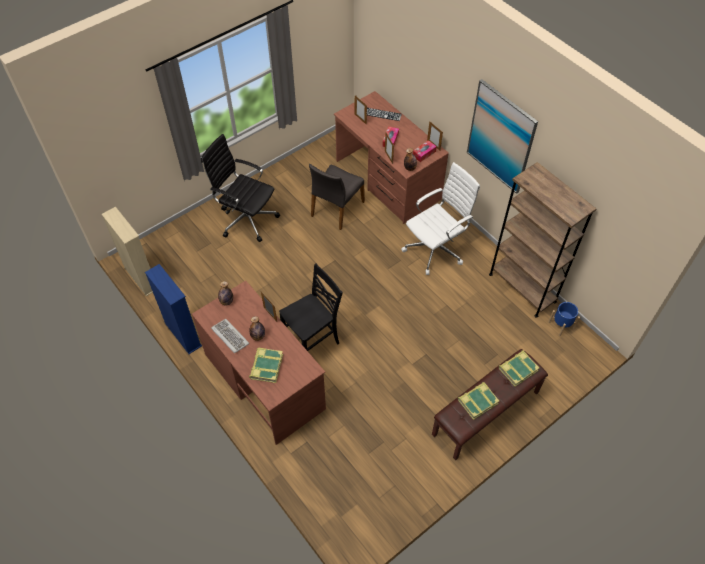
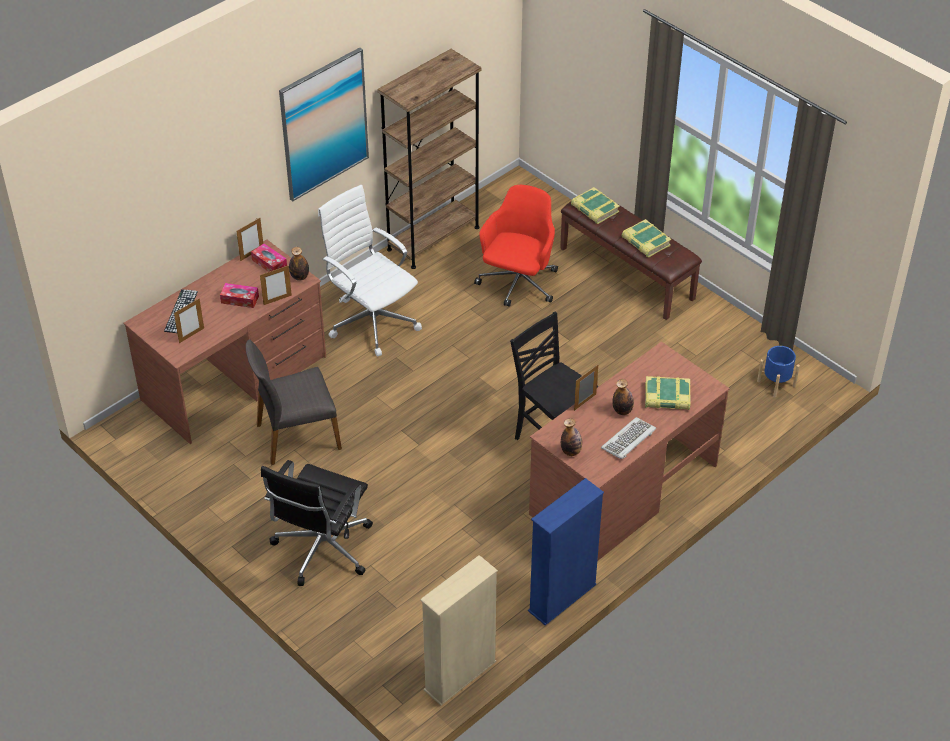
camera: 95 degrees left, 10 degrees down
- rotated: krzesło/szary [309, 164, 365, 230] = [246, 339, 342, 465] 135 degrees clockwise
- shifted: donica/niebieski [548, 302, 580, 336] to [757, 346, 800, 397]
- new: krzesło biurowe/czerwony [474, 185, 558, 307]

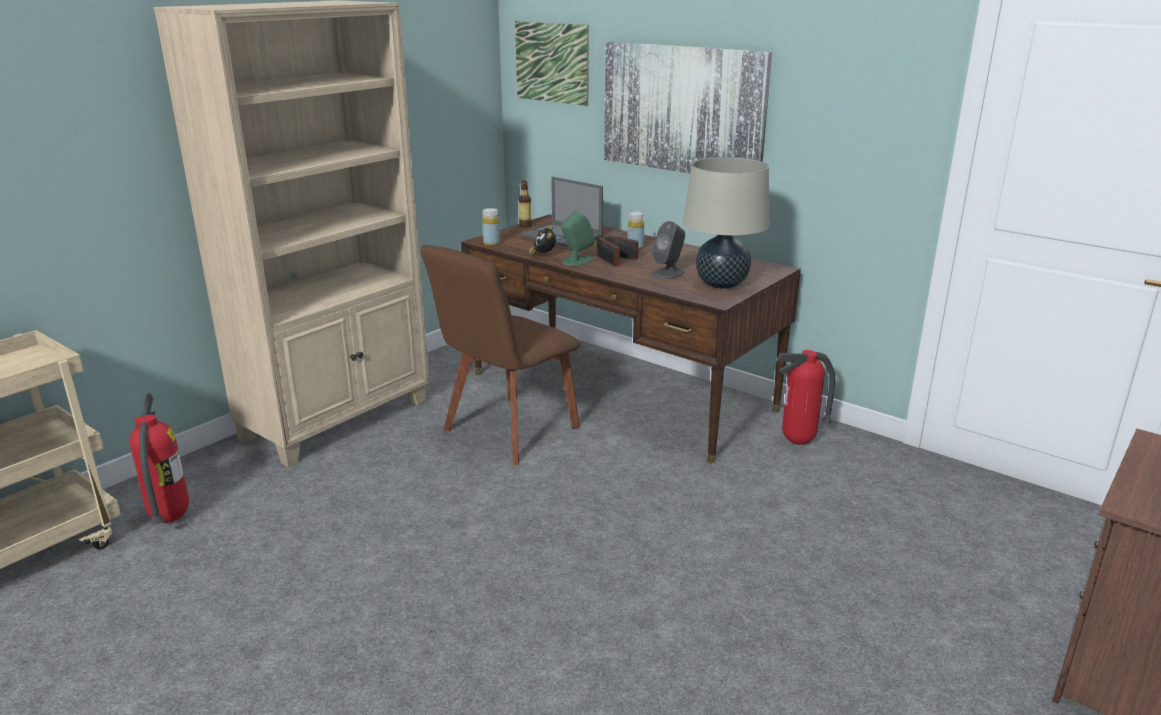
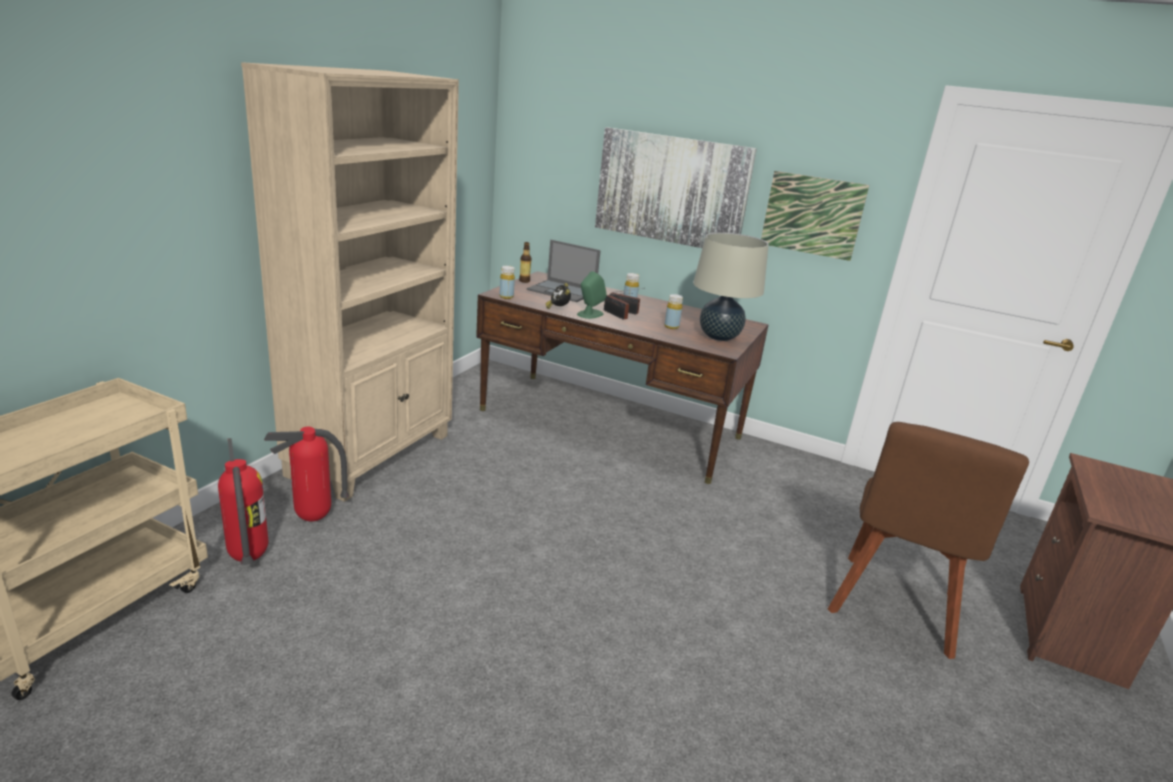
camera: 15 degrees left, 0 degrees up
- shifted: obraz [515, 21, 589, 106] to [761, 171, 869, 261]
- swapped: głośnik/szary [652, 221, 685, 279] to butelka/żółty [664, 294, 683, 329]
- shifted: krzesło/brązowy [420, 245, 580, 465] to [828, 422, 1029, 659]
- shifted: gaśnica [776, 350, 835, 445] to [264, 427, 349, 521]

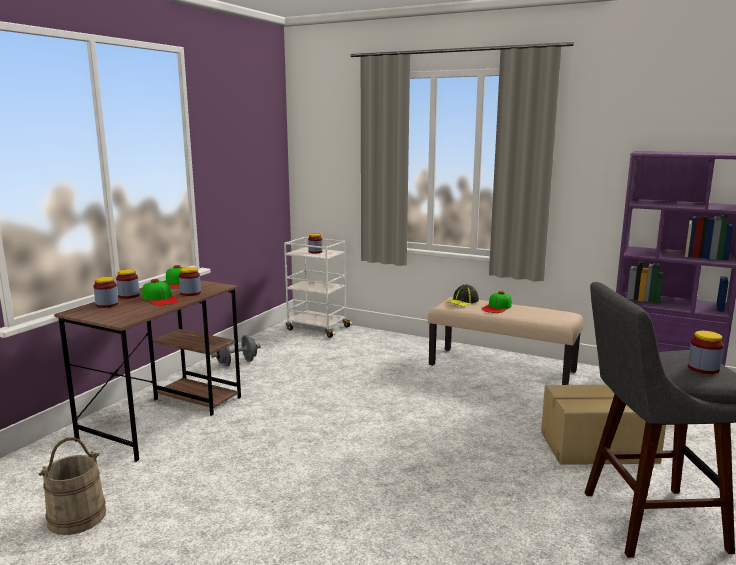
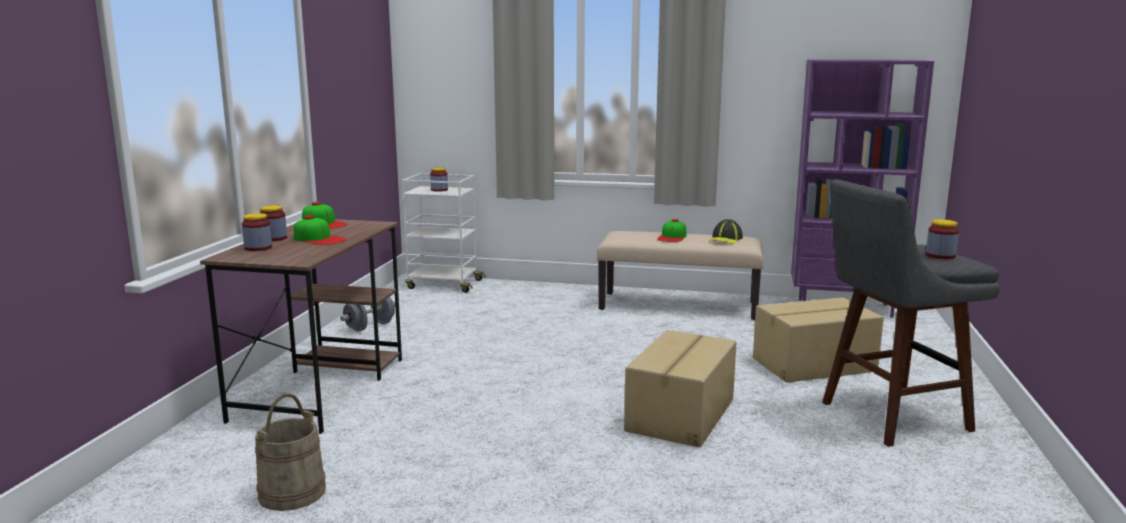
camera: 15 degrees left, 0 degrees up
- gone: słoik [179, 267, 201, 296]
- shifted: czapka z daszkiem [446, 285, 479, 307] to [710, 219, 743, 244]
- new: karton [624, 330, 737, 448]

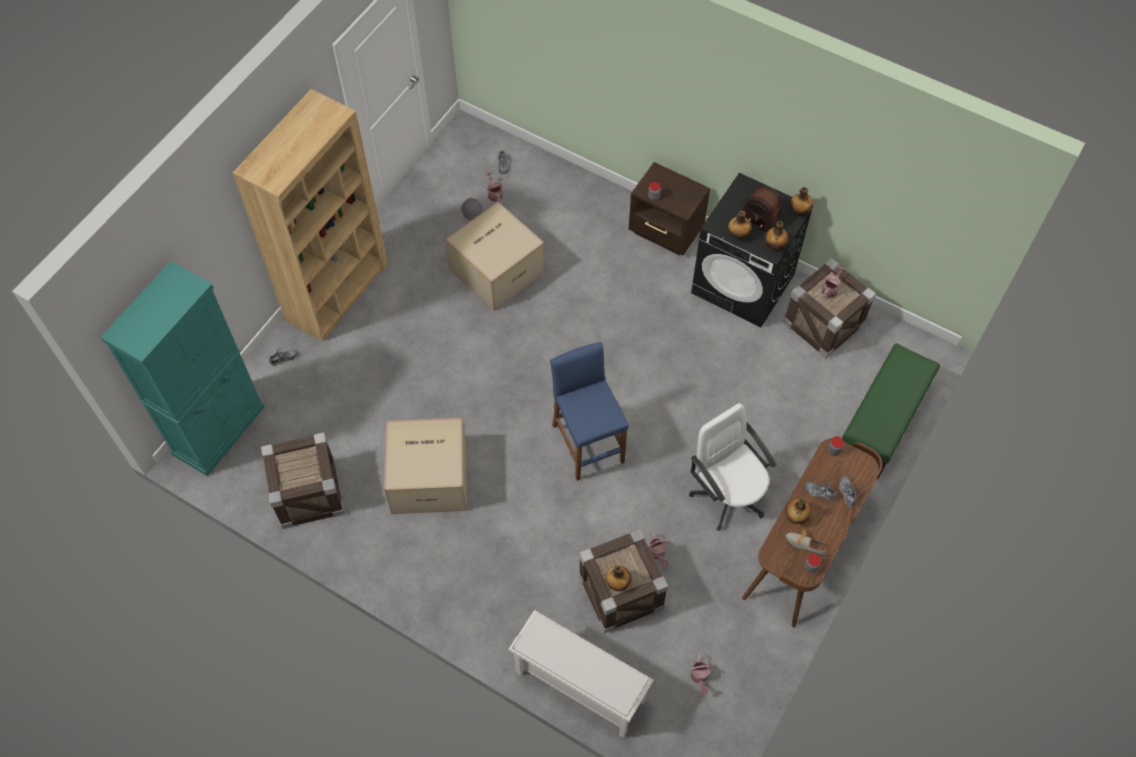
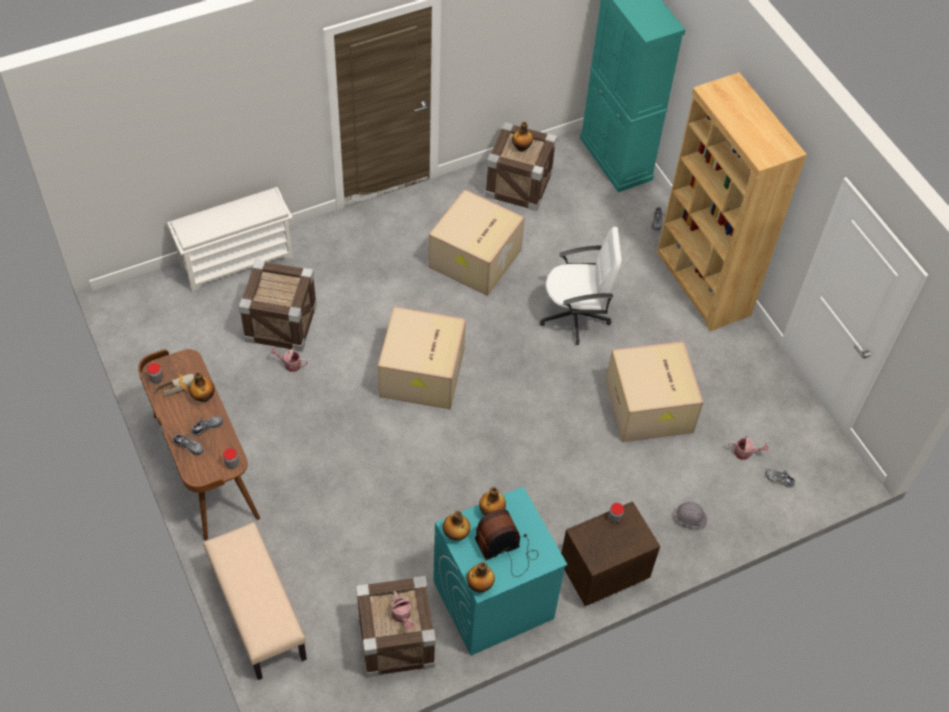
camera: 120 degrees right, 5 degrees down
- repainted: pralka/czarny [691, 173, 812, 327] to pralka/turkusowy [433, 487, 568, 656]
- shifted: kask/szary [461, 198, 483, 222] to [674, 502, 707, 529]
- swapped: stołek/niebieski [550, 342, 628, 481] to karton [378, 307, 466, 409]
- repainted: ławka/zielony [842, 343, 940, 479] to ławka/beżowy [203, 522, 307, 680]
- shifted: krzesło biurowe/biały [689, 403, 777, 531] to [540, 227, 622, 345]
- shifted: butelka [605, 566, 631, 591] to [512, 122, 533, 152]
- gone: konewka [690, 653, 711, 694]

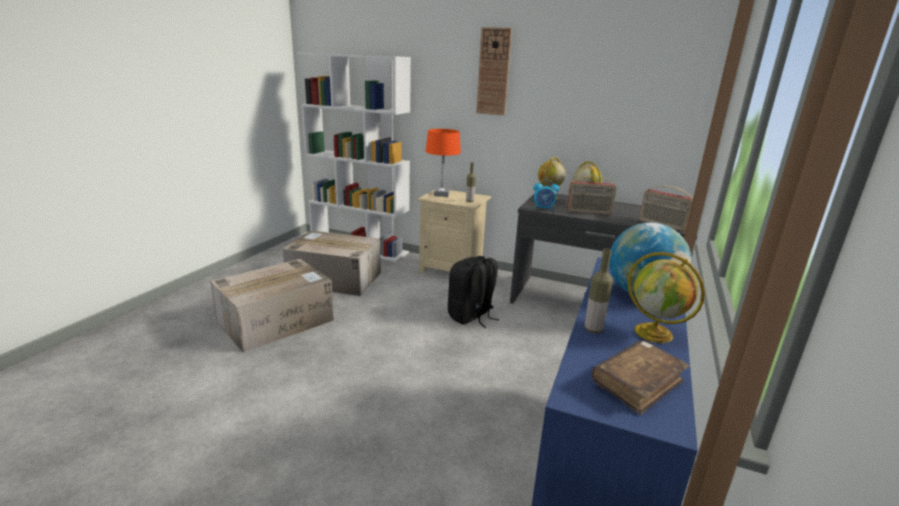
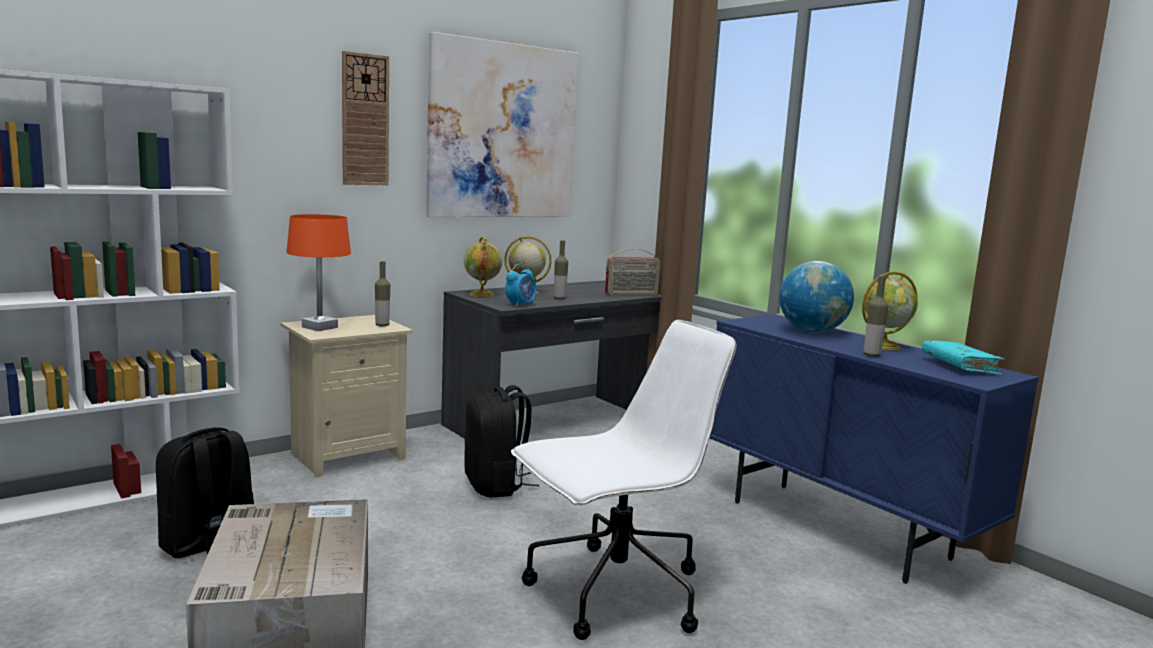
camera: 60 degrees left, 10 degrees down
- swapped: radio [567, 175, 617, 215] to butelka [554, 240, 568, 300]
- swapped: karton [283, 230, 381, 296] to plecak/czarny [156, 427, 254, 558]
- repainted: książka/brązowy [592, 340, 689, 415] to książka/turkusowy [922, 340, 1005, 375]
- new: obraz [426, 32, 578, 217]
- new: krzesło biurowe/biały [511, 320, 736, 640]

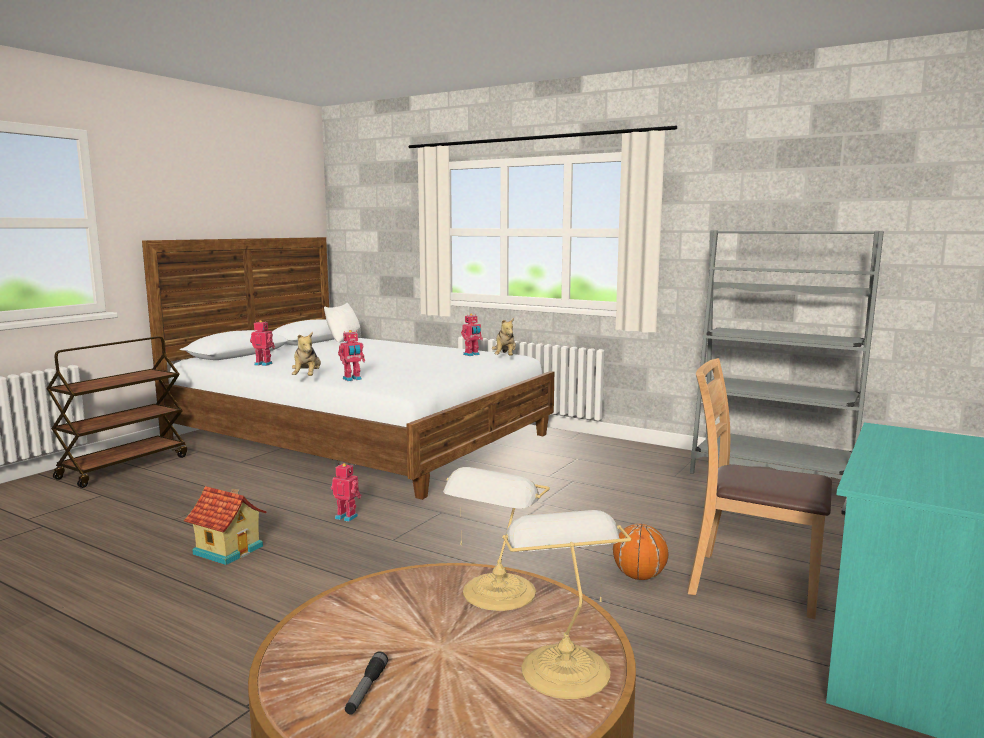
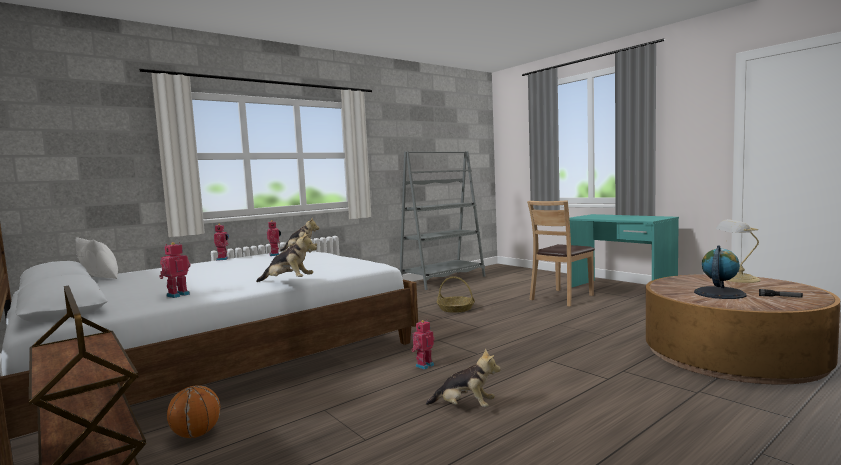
camera: 70 degrees left, 5 degrees down
- shifted: robot zabawkowy [338, 330, 365, 381] to [214, 224, 229, 261]
- gone: lampa stołowa [443, 467, 550, 611]
- swapped: domek [184, 486, 267, 565] to pluszak [426, 349, 501, 407]
- shifted: piłka do koszykówki [613, 524, 669, 580] to [167, 385, 221, 438]
- new: globus [694, 245, 747, 299]
- new: koszyk [437, 276, 475, 313]

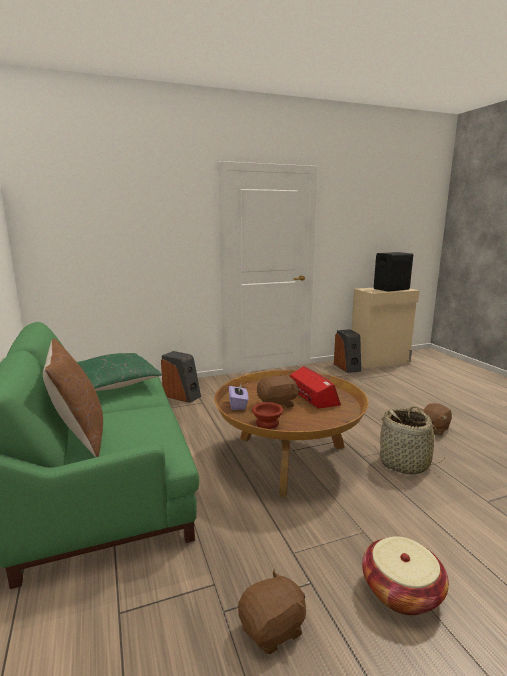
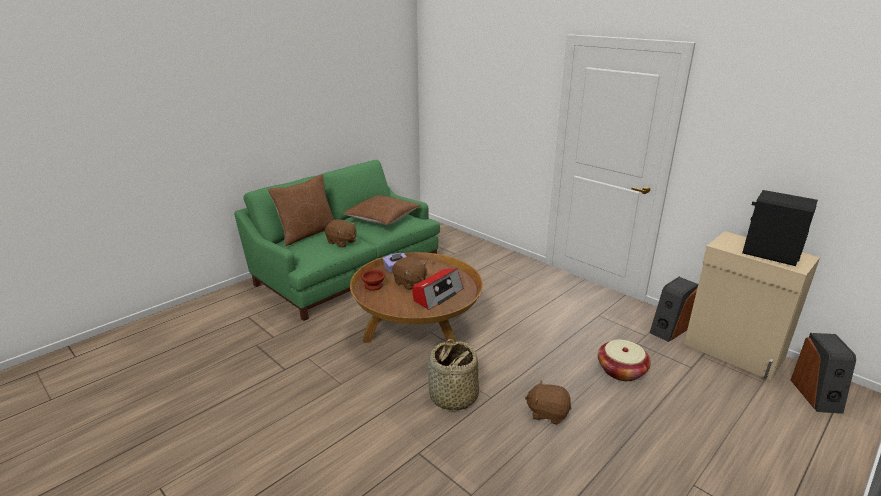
camera: 65 degrees right, 10 degrees up
- shifted: głośnik [161, 351, 201, 403] to [791, 333, 856, 414]
- repainted: poduszka/zielony [77, 353, 163, 391] to poduszka/brązowy [343, 195, 420, 225]
- shifted: koszyk [362, 536, 449, 615] to [598, 340, 651, 381]
- shifted: pluszak/brązowy [238, 569, 306, 654] to [325, 219, 357, 247]

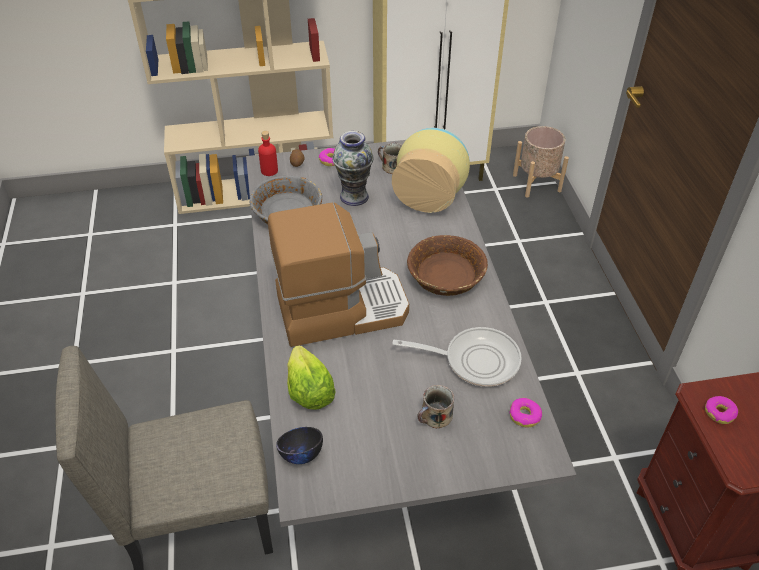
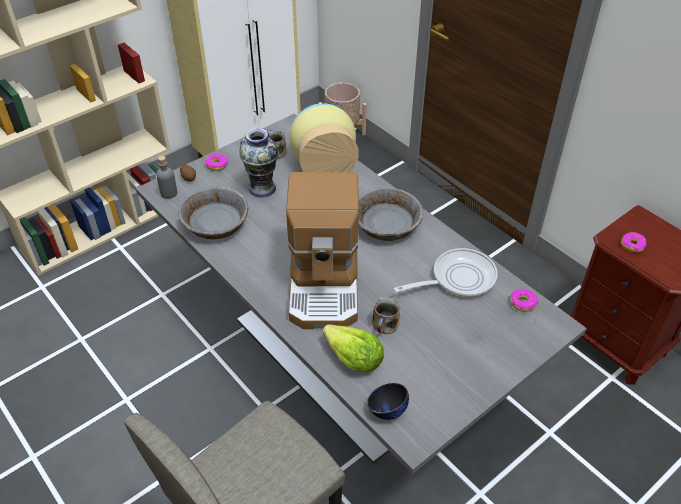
camera: 30 degrees left, 0 degrees up
- repainted: butelka/czerwony [258, 131, 278, 176] to butelka/szary [156, 156, 177, 199]
- rotated: ekspres do kawy [268, 203, 409, 347] = [286, 172, 359, 329] 135 degrees clockwise
- repainted: miska/brązowy [407, 235, 488, 296] to miska/szary [359, 188, 423, 241]
- shifted: kubek [418, 385, 454, 428] to [372, 297, 400, 334]

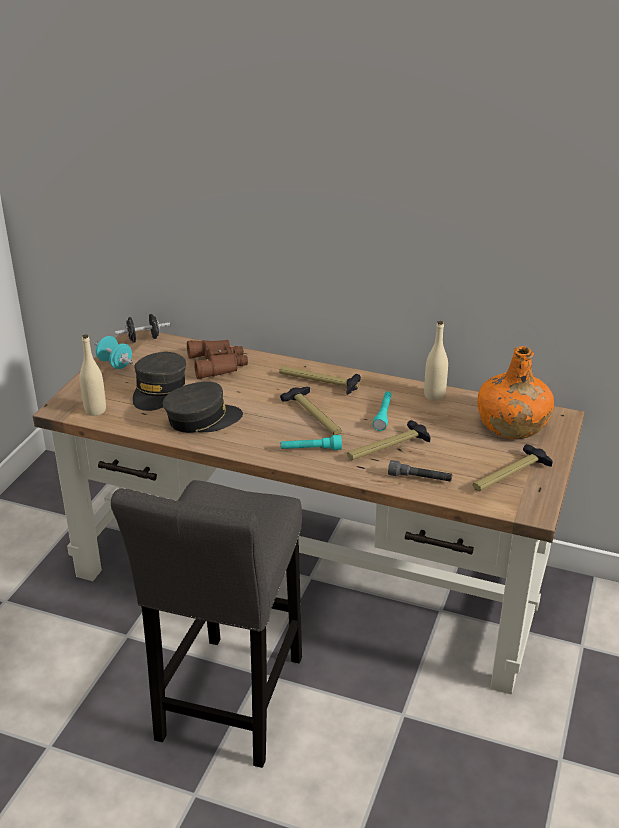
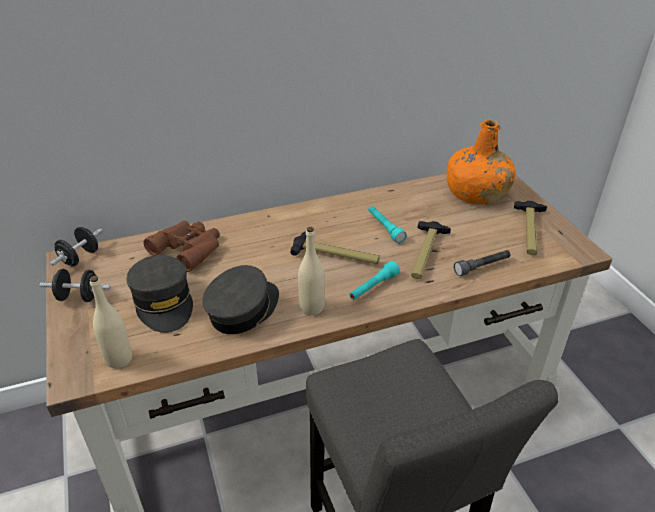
camera: 40 degrees left, 5 degrees up
- shifted: butelka/beżowy [424, 321, 448, 401] to [298, 227, 325, 315]
- repainted: hantel/turkusowy [94, 336, 133, 369] to hantel/czarny [40, 269, 110, 302]
- gone: młotek [279, 366, 361, 395]

